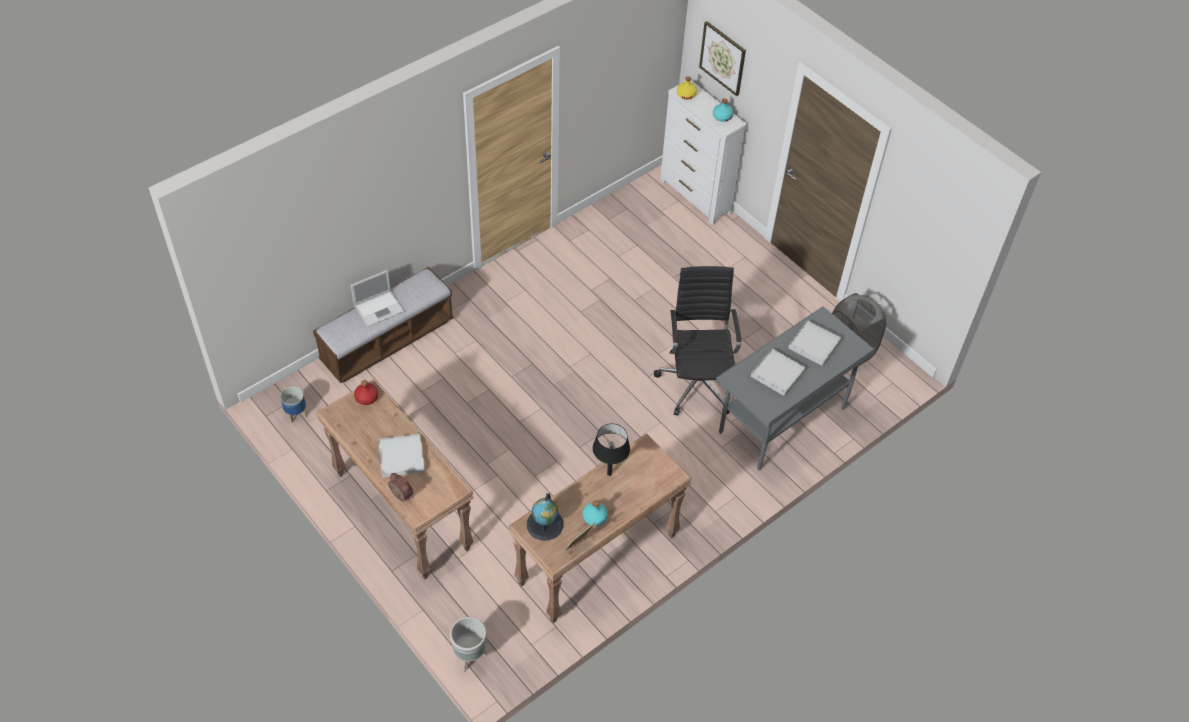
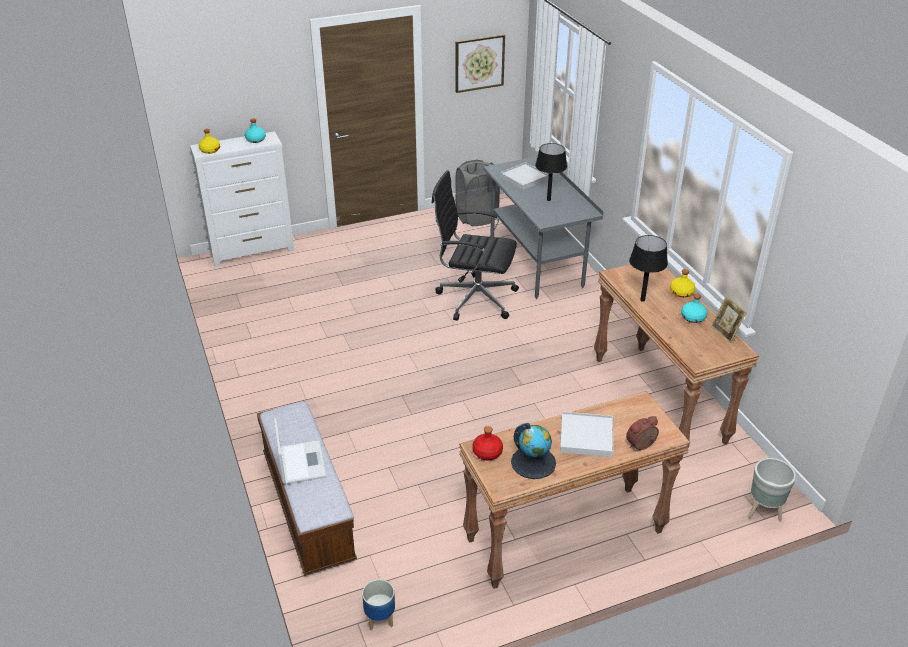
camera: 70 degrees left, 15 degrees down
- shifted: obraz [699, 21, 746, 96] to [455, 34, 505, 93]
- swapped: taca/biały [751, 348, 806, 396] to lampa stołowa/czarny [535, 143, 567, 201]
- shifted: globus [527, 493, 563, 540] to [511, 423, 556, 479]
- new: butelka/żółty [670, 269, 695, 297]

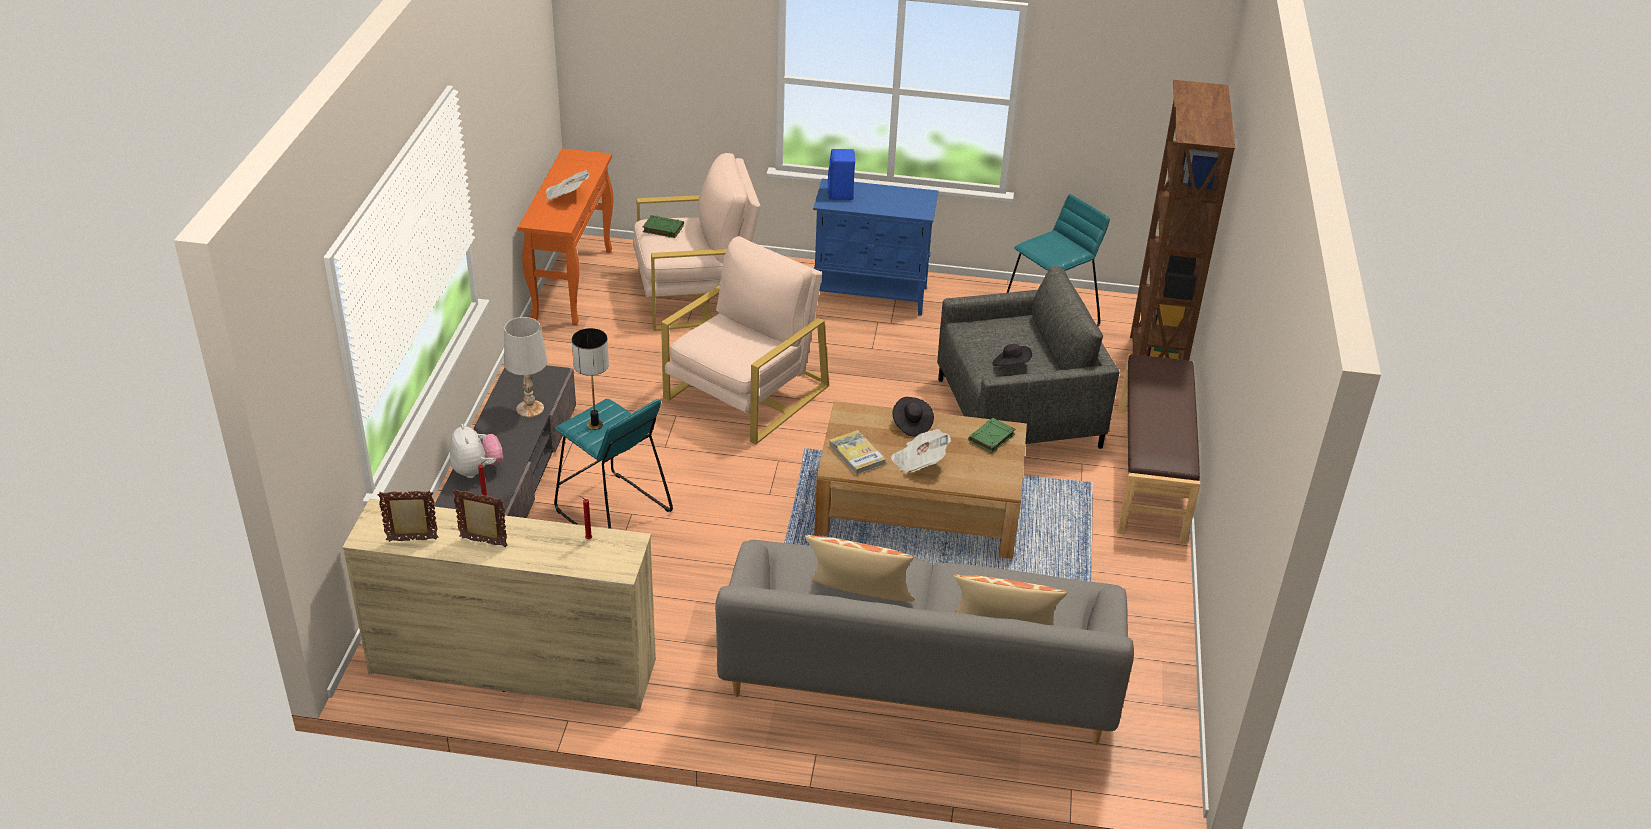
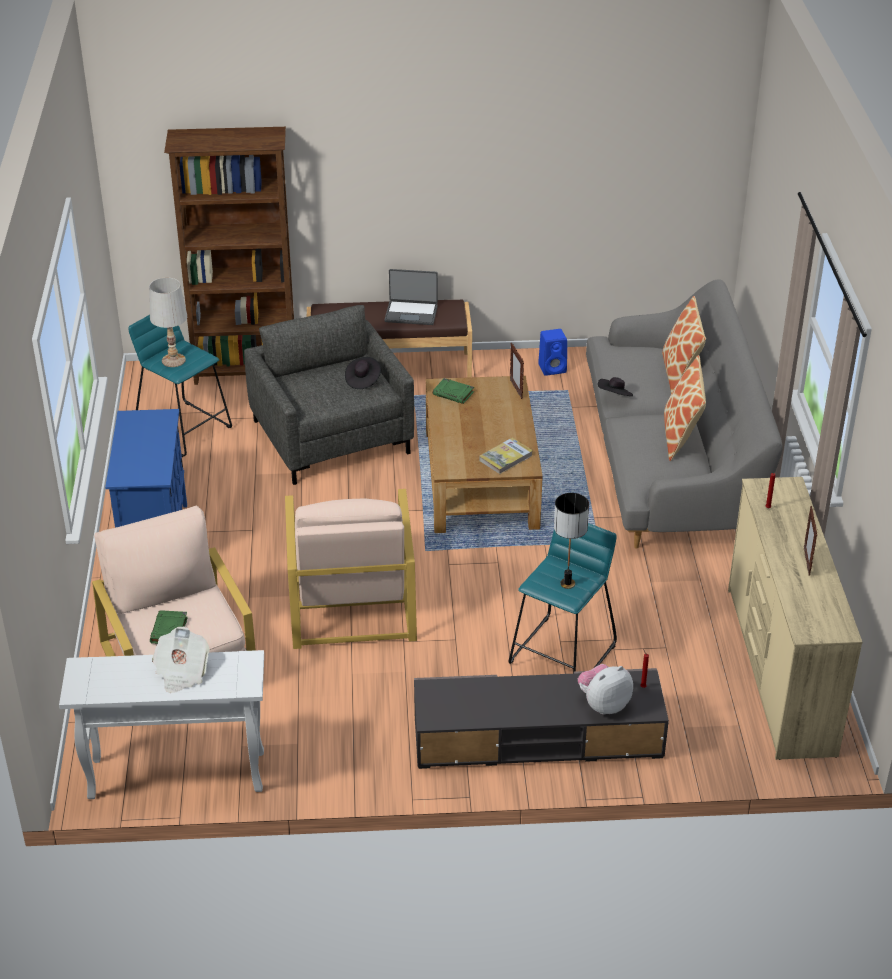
camera: 100 degrees left, 0 degrees up
- repainted: stolik konsolowy/pomarańczowy [518, 148, 614, 325] to stolik konsolowy/biały [59, 650, 264, 799]
- shifted: głośnik/niebieski [828, 149, 855, 200] to [538, 329, 567, 376]
- rotated: fotel/beżowy [661, 236, 829, 444] = [285, 489, 417, 649] 120 degrees counterclockwise
- shifted: lampa stołowa/biały [504, 317, 547, 418] to [149, 277, 187, 367]
- shifted: kapelusz/czarny [892, 397, 934, 437] to [598, 377, 633, 396]
- gone: gazeta [891, 429, 951, 474]
- shifted: ramka na zdjęcie [378, 491, 438, 542] to [510, 343, 524, 399]
- new: laptop [384, 269, 438, 325]

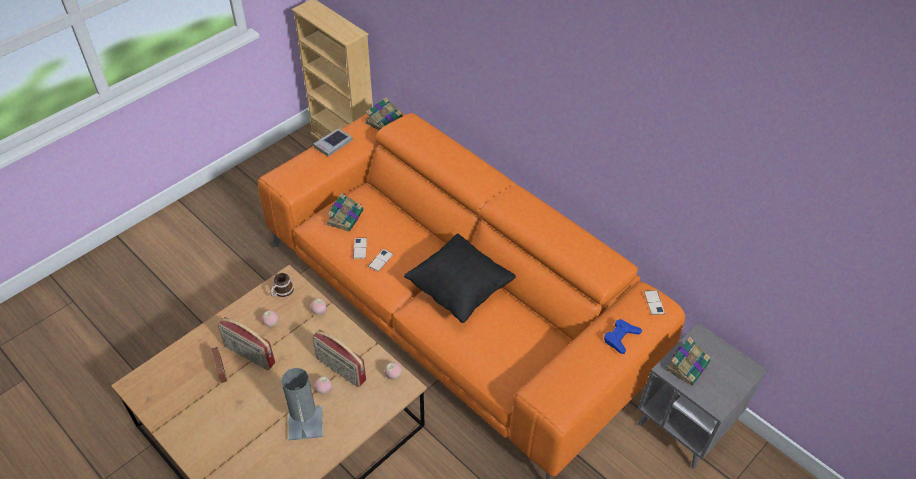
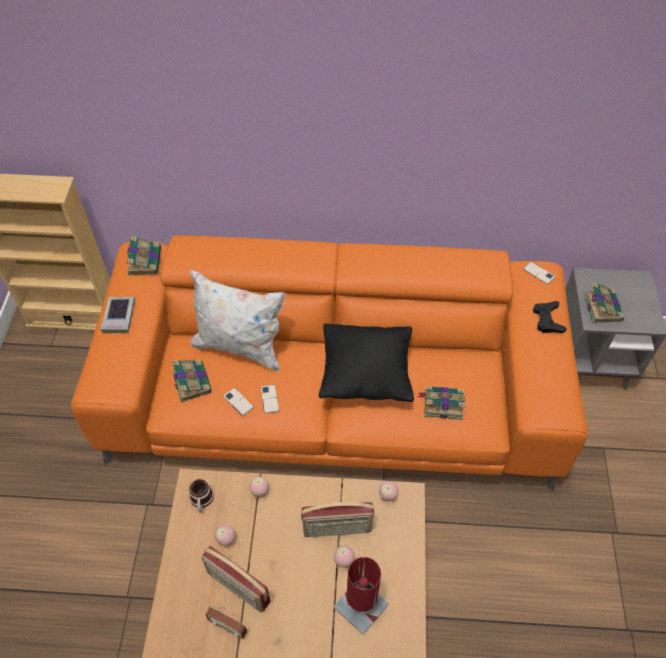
camera: 40 degrees left, 5 degrees up
- rotated: radio [218, 317, 275, 370] = [201, 546, 271, 612] 45 degrees clockwise
- repainted: pad do gier/niebieski [604, 319, 642, 354] to pad do gier/czarny [533, 301, 567, 333]
- repainted: lampa stołowa/szary [281, 368, 323, 441] to lampa stołowa/czerwony [333, 557, 389, 635]
- new: poduszka/biały [190, 270, 285, 371]
- new: książka [418, 386, 466, 420]

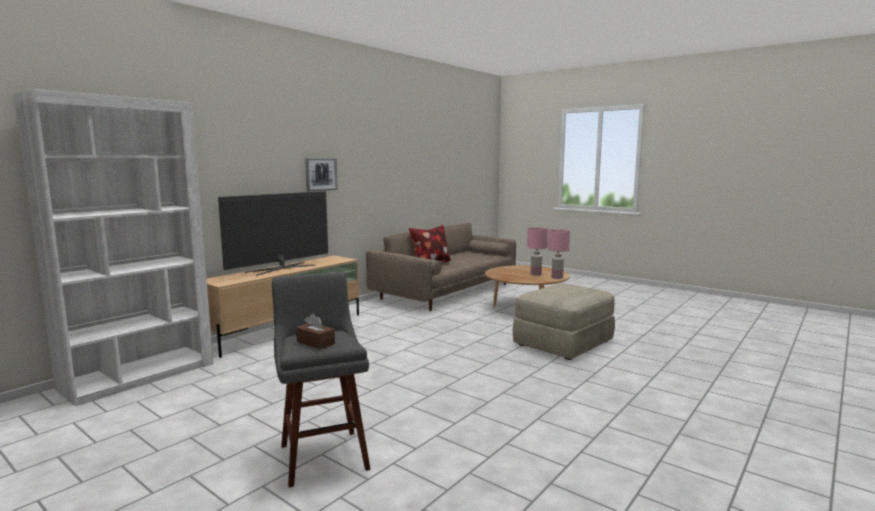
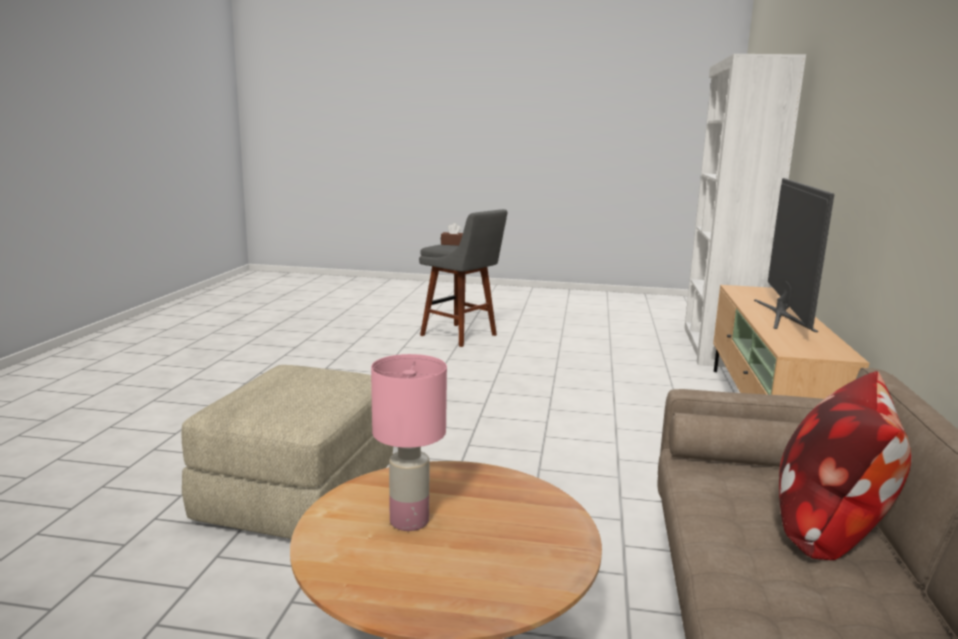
camera: 150 degrees right, 5 degrees up
- gone: obraz [305, 158, 338, 191]
- gone: lampa stołowa/różowy [548, 229, 570, 279]

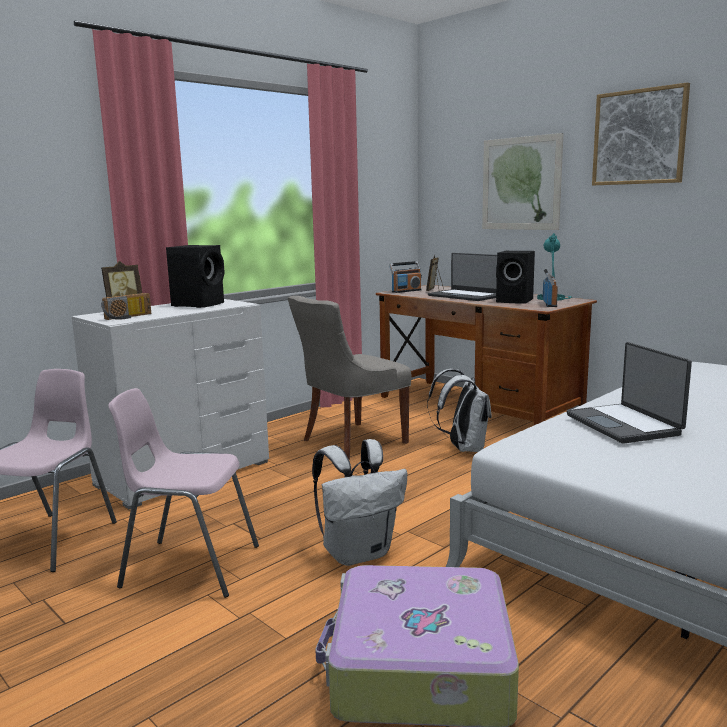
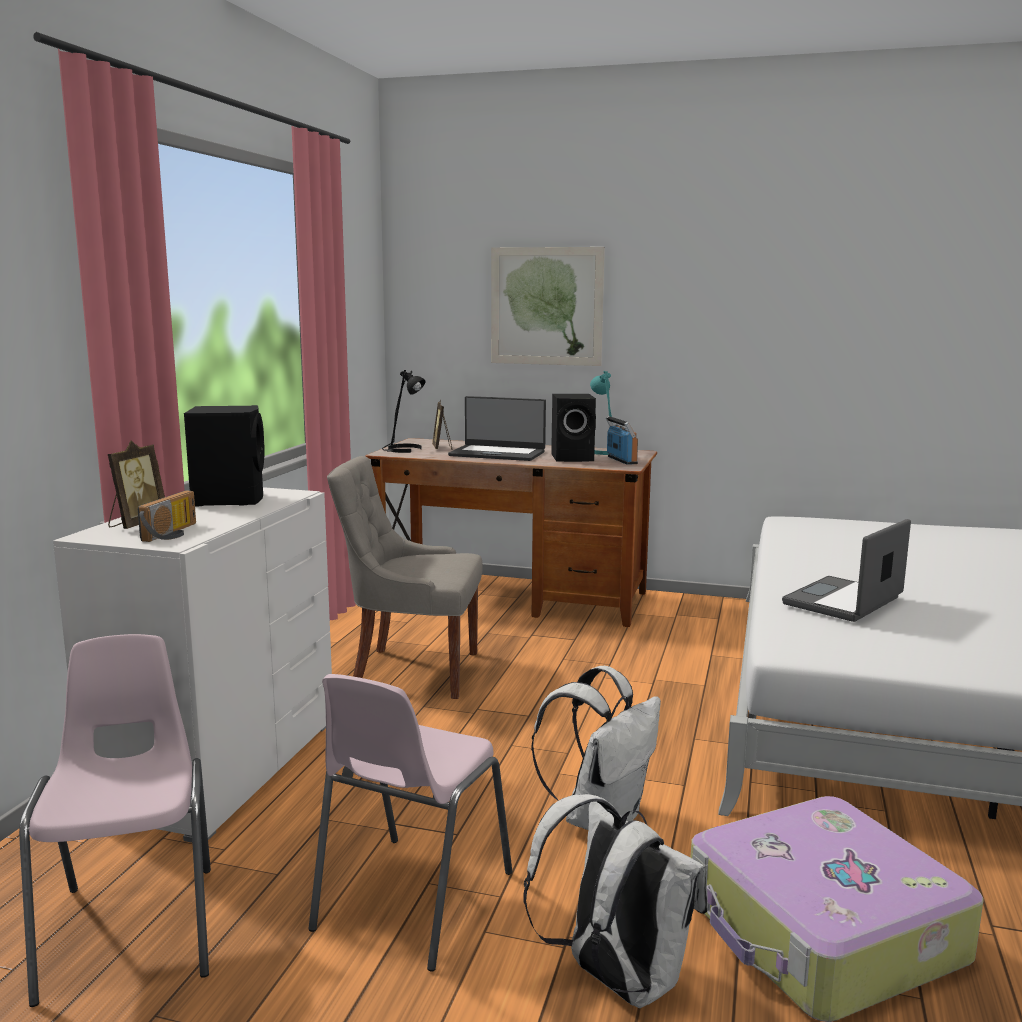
camera: 30 degrees left, 0 degrees up
- gone: obraz [592, 82, 690, 185]
- swapped: radio [389, 261, 422, 293] to lampa stołowa/czarny [382, 370, 426, 453]
- rotated: krzesło/szary [288, 296, 411, 460] = [327, 456, 483, 699] 75 degrees clockwise
- rotated: laptop [567, 342, 692, 444] = [782, 519, 911, 622] 90 degrees clockwise
- shifted: plecak/biały [427, 369, 492, 452] to [523, 794, 708, 1008]
- rotated: krzesło/różowy [108, 388, 259, 598] = [308, 674, 512, 971] 45 degrees counterclockwise

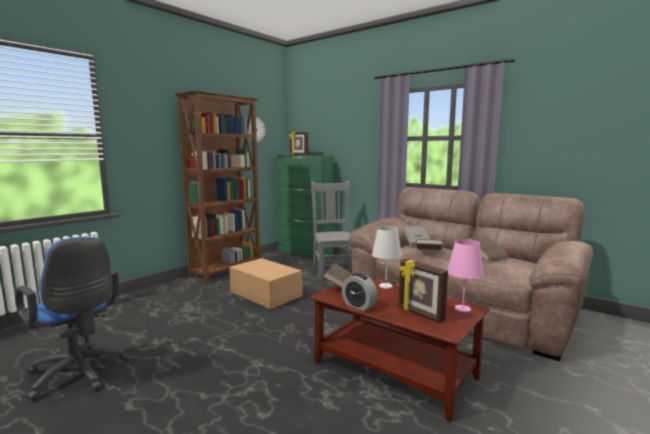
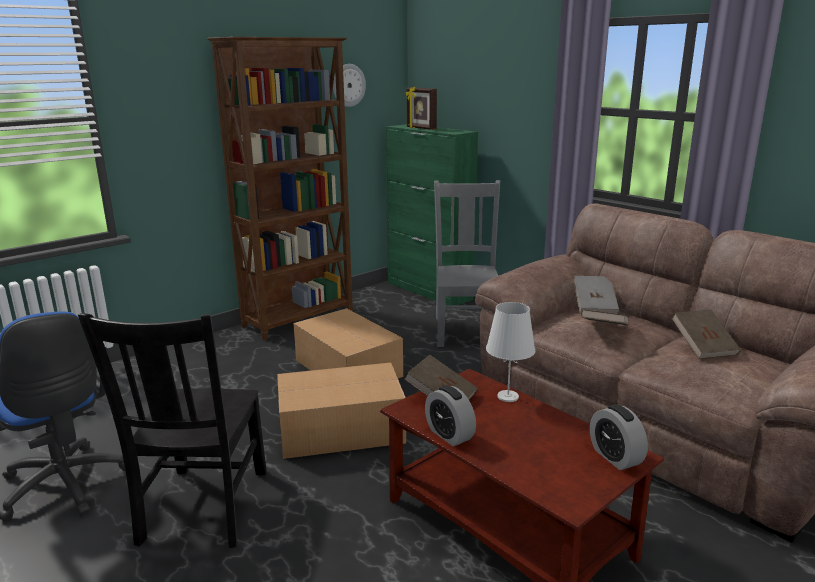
camera: 10 degrees right, 10 degrees up
- swapped: lampa stołowa/różowy [448, 239, 484, 312] to budzik [590, 404, 648, 470]
- gone: ramka na zdjęcie [399, 259, 448, 323]
- new: krzesło/czarny [78, 313, 267, 548]
- new: karton [277, 363, 406, 459]

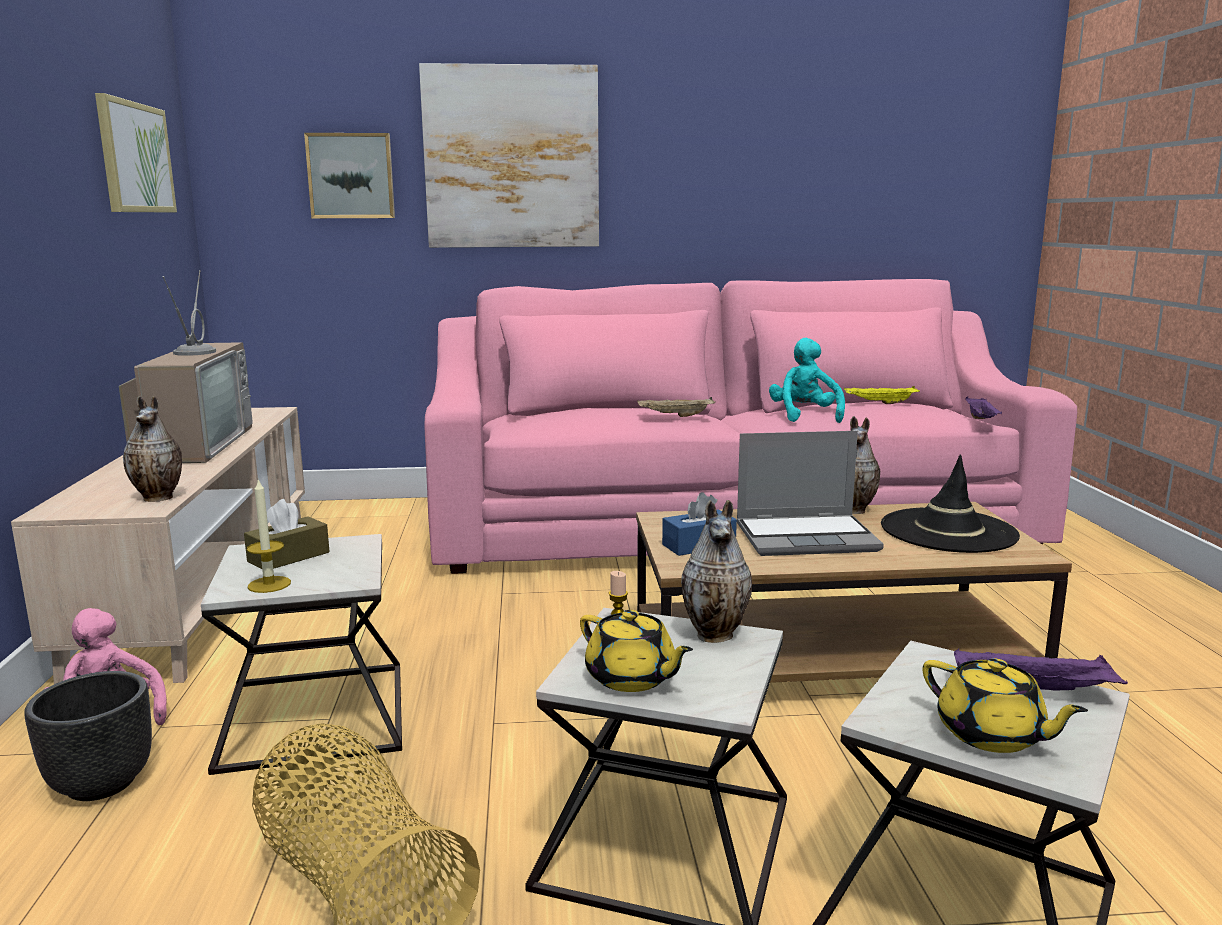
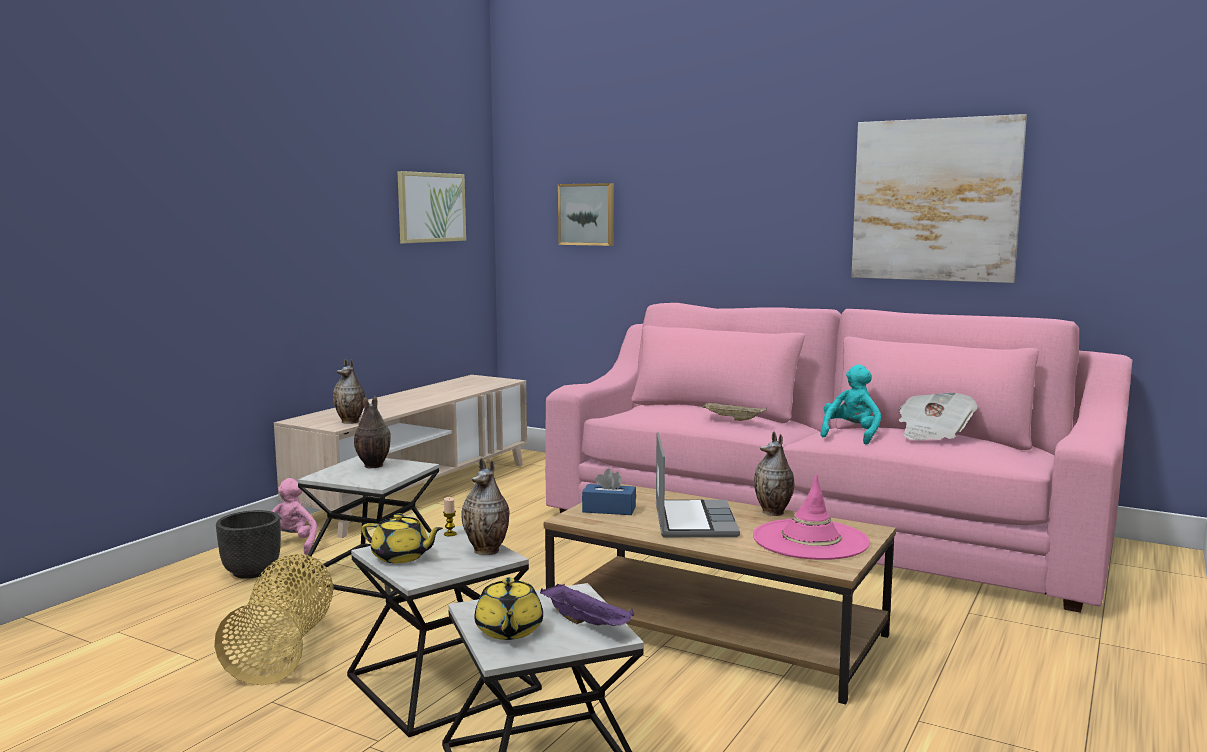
camera: 35 degrees right, 5 degrees down
- shifted: obraz [419, 63, 599, 248] to [851, 114, 1027, 283]
- gone: telewizor [119, 270, 253, 463]
- swapped: taca/żółty [844, 386, 920, 404] to gazeta [899, 393, 977, 441]
- gone: taca/fioletowy [965, 396, 1002, 419]
- rotated: laptop [737, 431, 884, 556] = [656, 432, 740, 537] 120 degrees counterclockwise
- repainted: kapelusz/czarny [881, 454, 1020, 553] to kapelusz/różowy [753, 474, 870, 560]
- gone: świeca [247, 478, 291, 593]
- swapped: pudełko chusteczek/brązowy [244, 499, 330, 569] to wazon [354, 396, 391, 468]
- rotated: imbryk/żółty [580, 610, 693, 692] = [362, 513, 443, 563] 60 degrees counterclockwise

